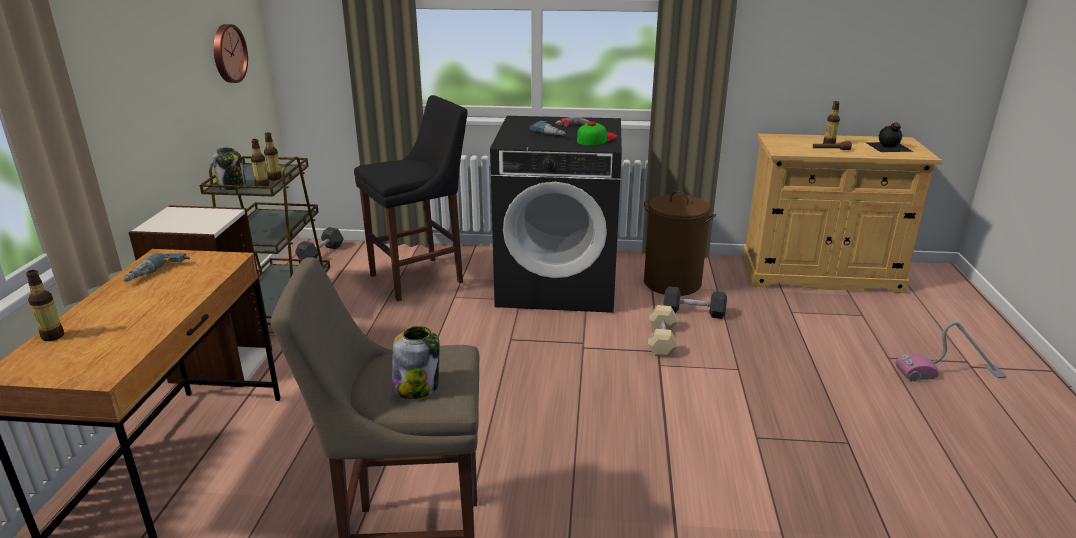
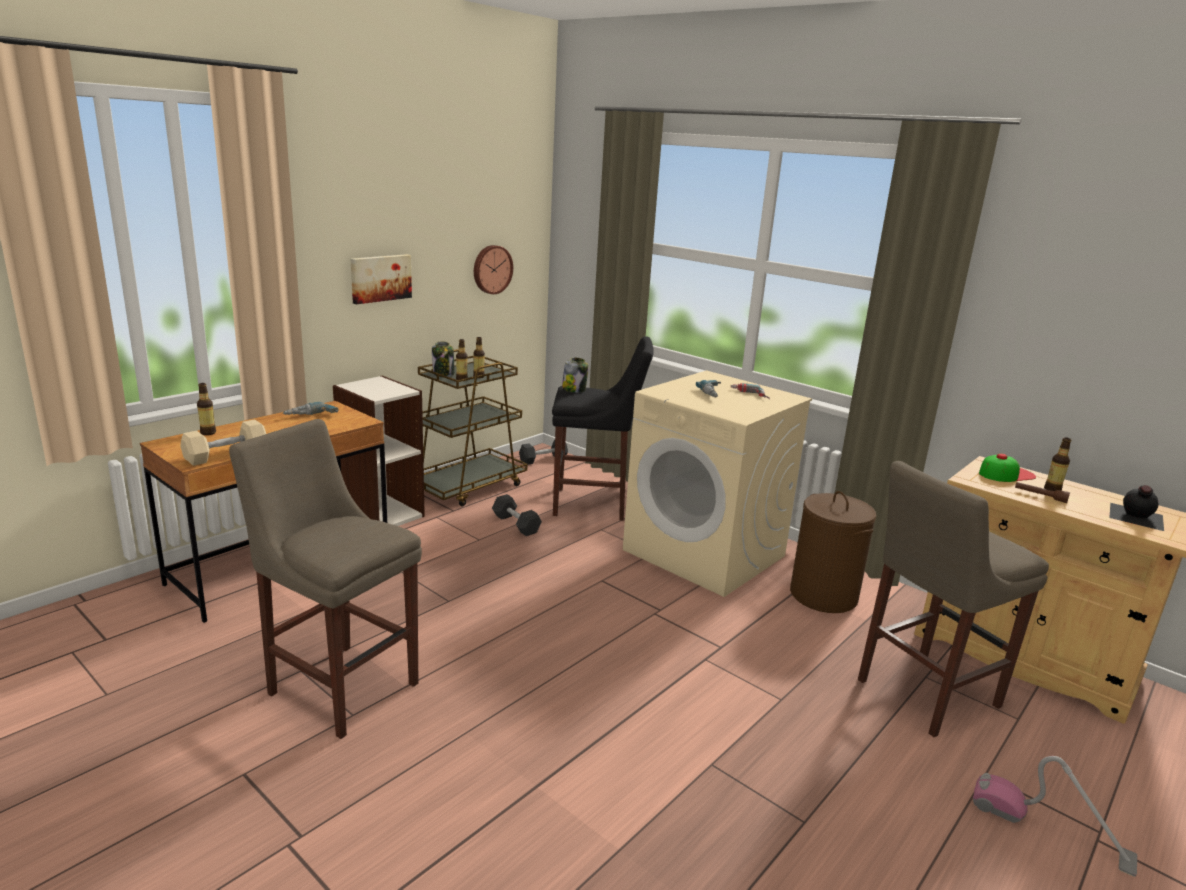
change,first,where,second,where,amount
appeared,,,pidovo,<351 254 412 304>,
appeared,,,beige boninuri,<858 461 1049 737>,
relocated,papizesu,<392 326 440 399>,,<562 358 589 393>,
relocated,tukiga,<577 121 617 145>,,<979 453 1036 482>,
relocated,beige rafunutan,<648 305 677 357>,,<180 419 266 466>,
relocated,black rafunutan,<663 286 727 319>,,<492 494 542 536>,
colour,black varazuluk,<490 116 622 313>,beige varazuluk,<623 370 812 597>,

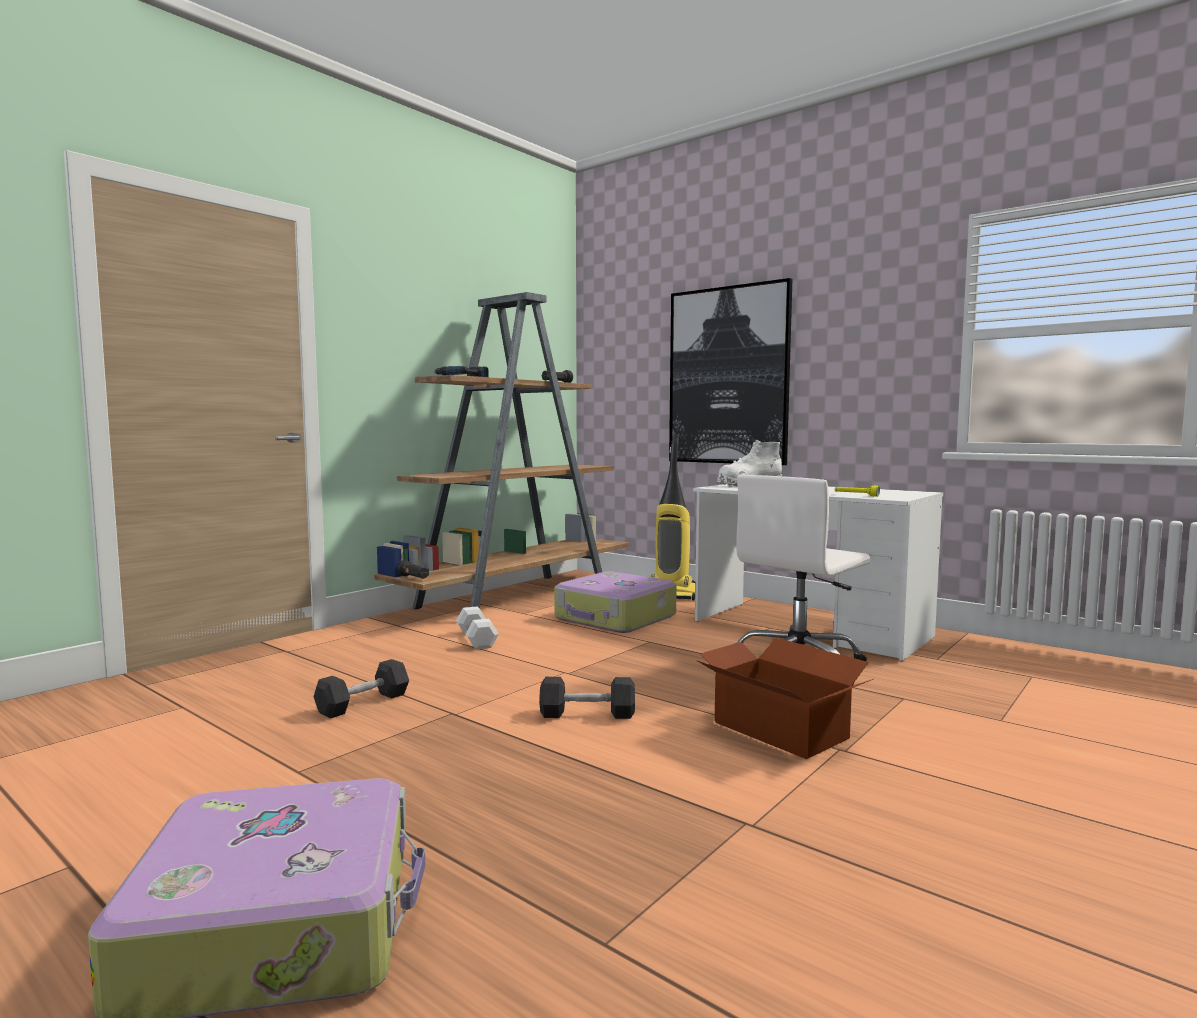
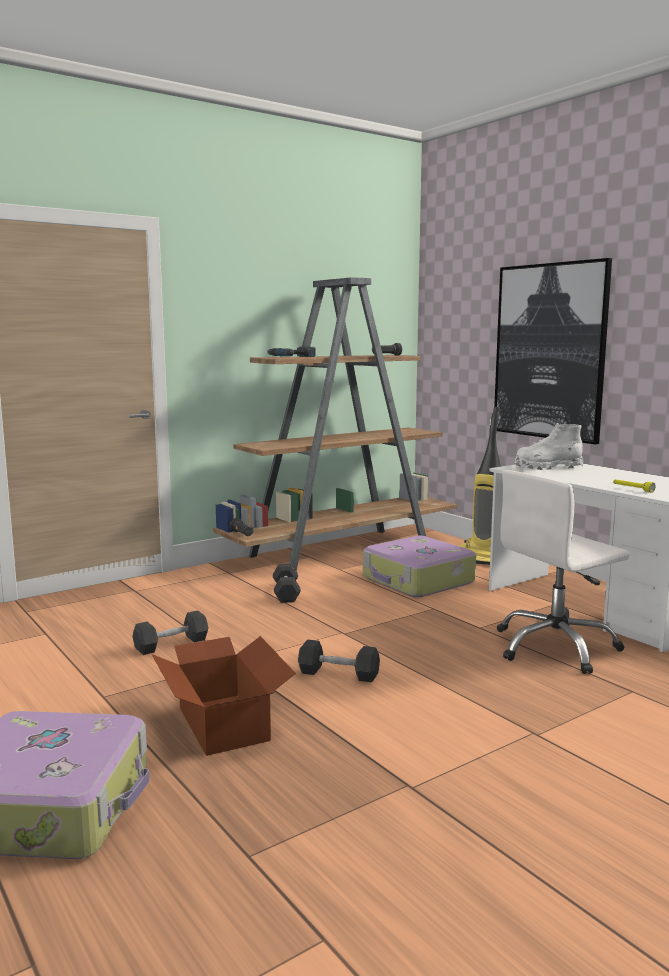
change,first,where,second,where,amount
relocated,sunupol,<698 638 874 759>,,<152 636 296 756>,
colour,white rafunutan,<456 606 499 649>,black rafunutan,<273 563 301 603>,

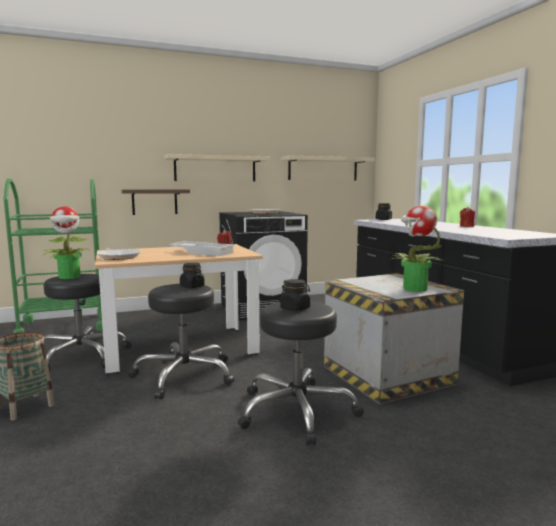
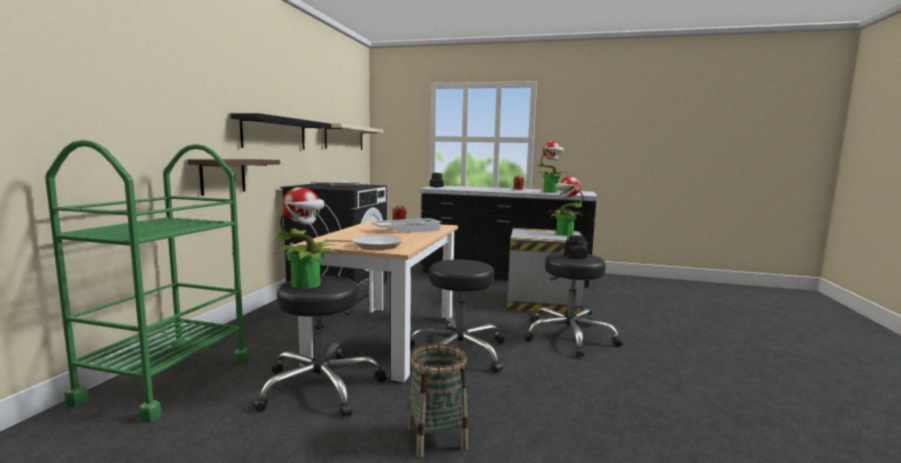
change,first,where,second,where,amount
missing,black papizesu,<180 263 205 288>,,,
appeared,,,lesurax,<537 141 568 193>,
colour,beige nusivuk,<164 154 270 181>,black nusivuk,<231 113 331 150>,

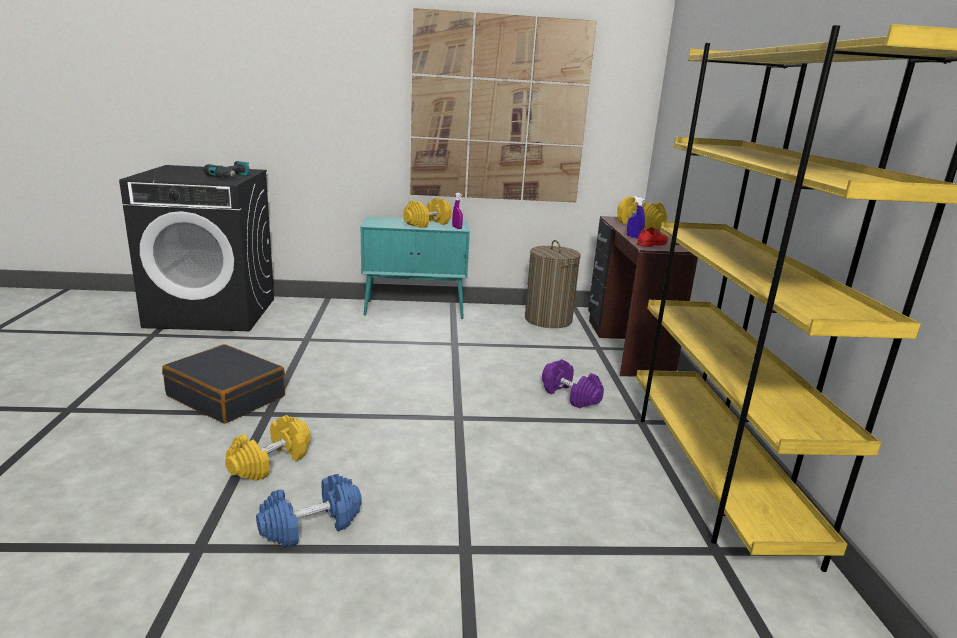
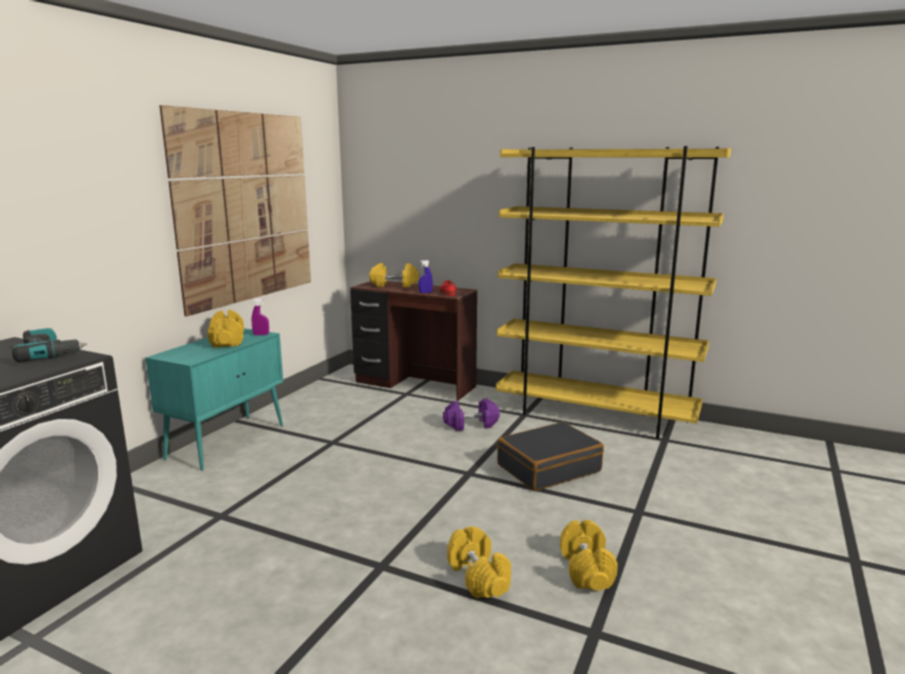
change,first,where,second,where,amount
missing,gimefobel,<525 240 581 328>,,,
relocated,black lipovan,<162 344 285 424>,,<497 422 604 491>,
colour,blue rafunutan,<256 474 362 547>,yellow rafunutan,<560 520 618 591>,

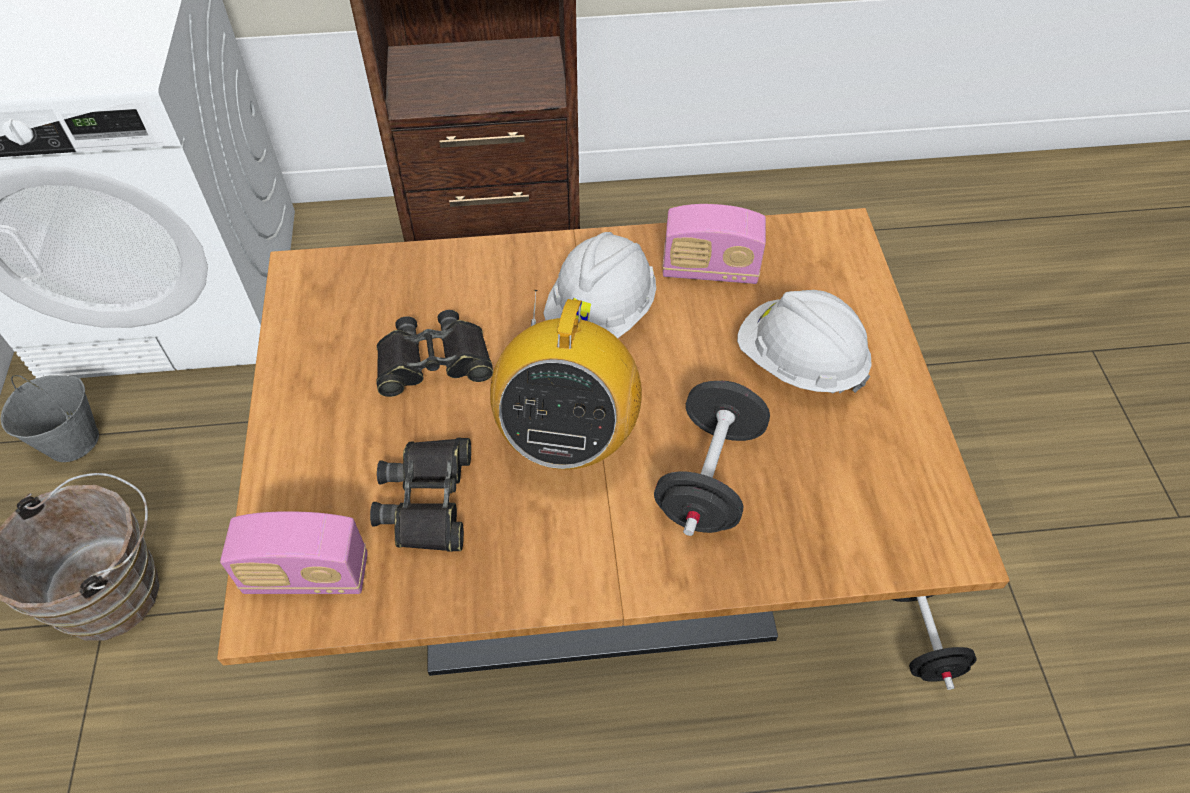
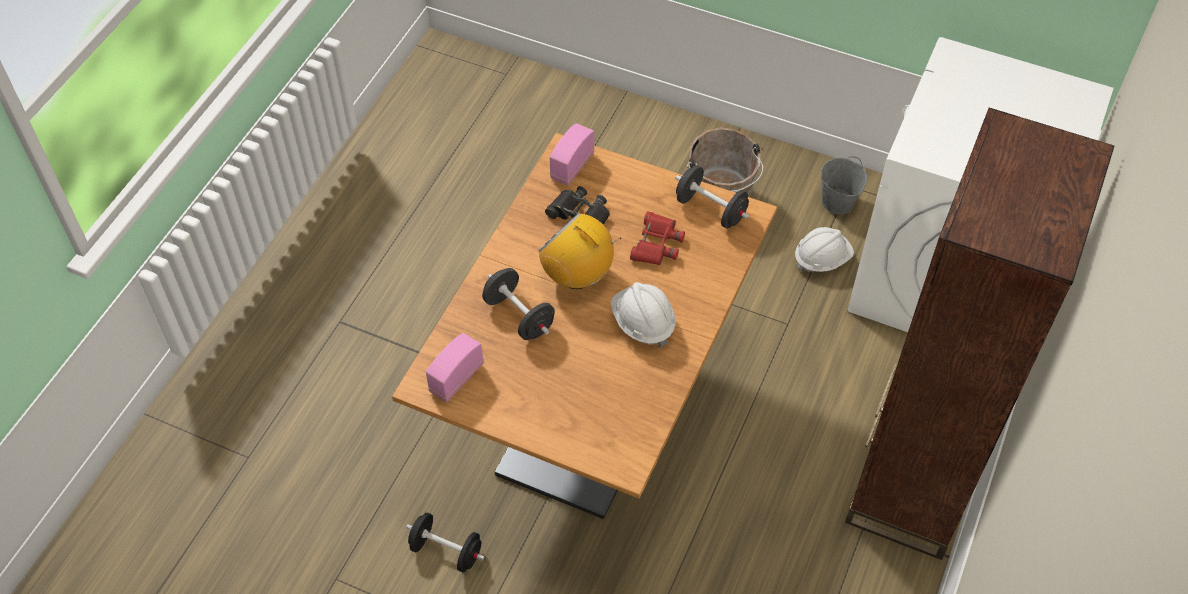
change,first,where,second,where,amount
appeared,,,black rafunutan,<675 165 750 229>,
relocated,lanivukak,<662 204 766 284>,,<426 333 483 402>,
relocated,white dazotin,<737 290 872 393>,,<795 227 854 272>,
colour,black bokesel,<376 310 493 397>,red bokesel,<630 211 685 265>,

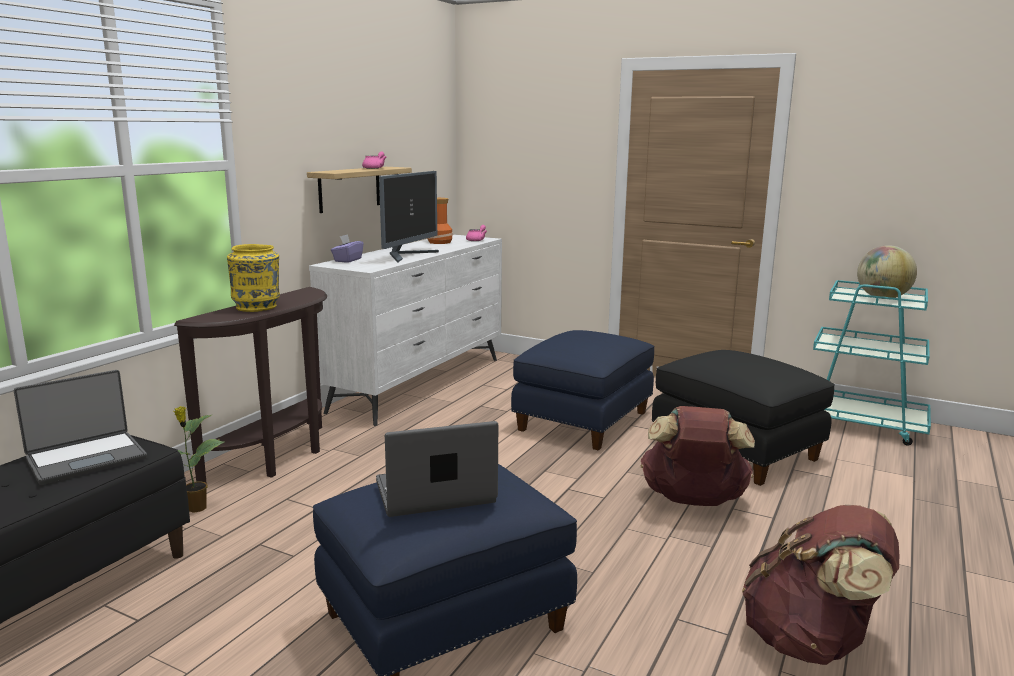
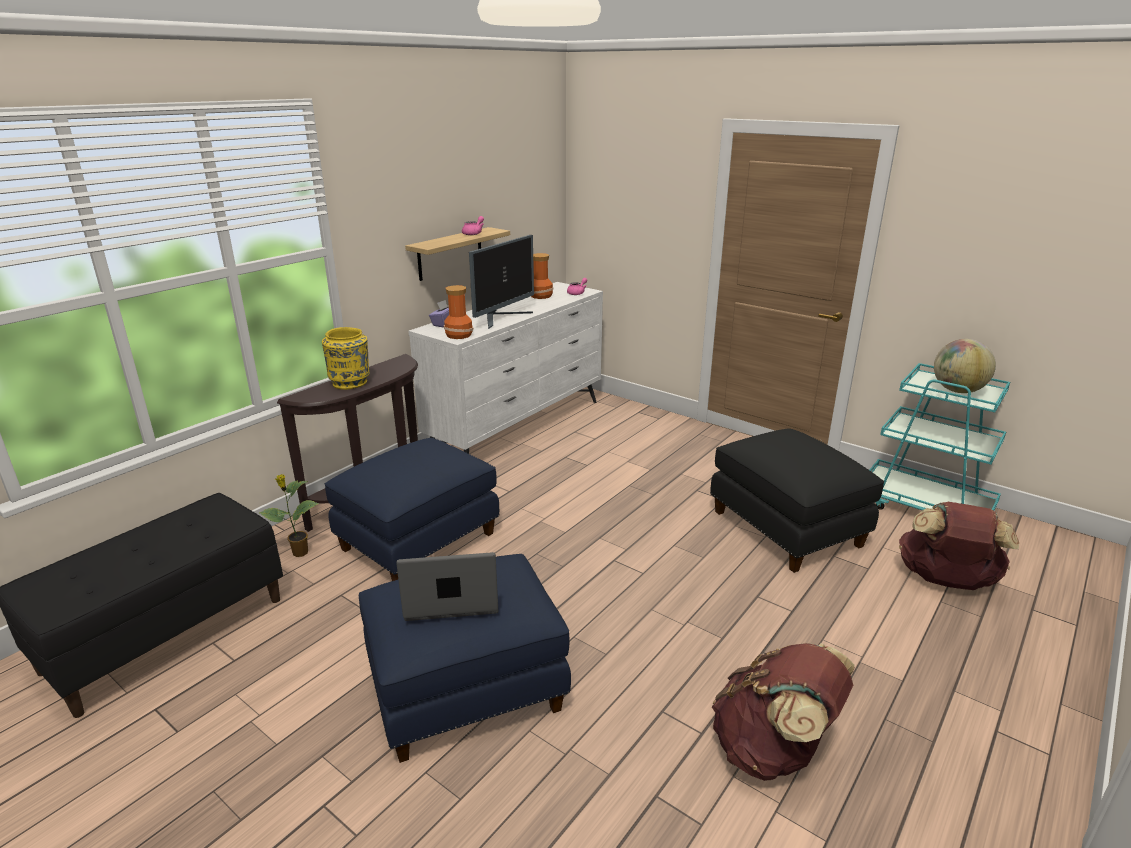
change,first,where,second,where,amount
missing,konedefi,<14 370 147 485>,,,
appeared,,,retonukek,<444 285 473 339>,
relocated,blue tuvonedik,<511 330 654 451>,,<325 438 499 581>,
relocated,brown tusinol,<641 406 755 506>,,<899 502 1019 590>,

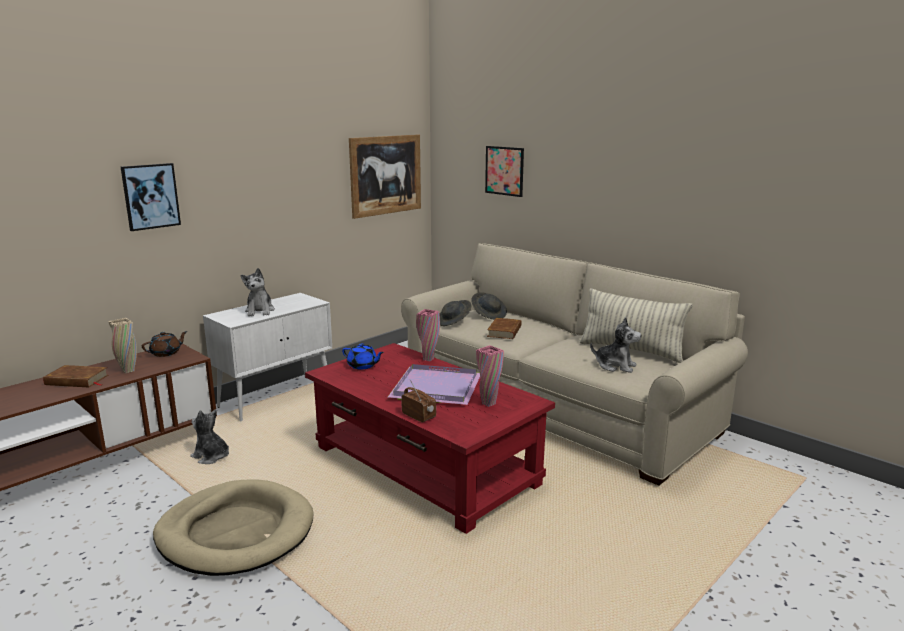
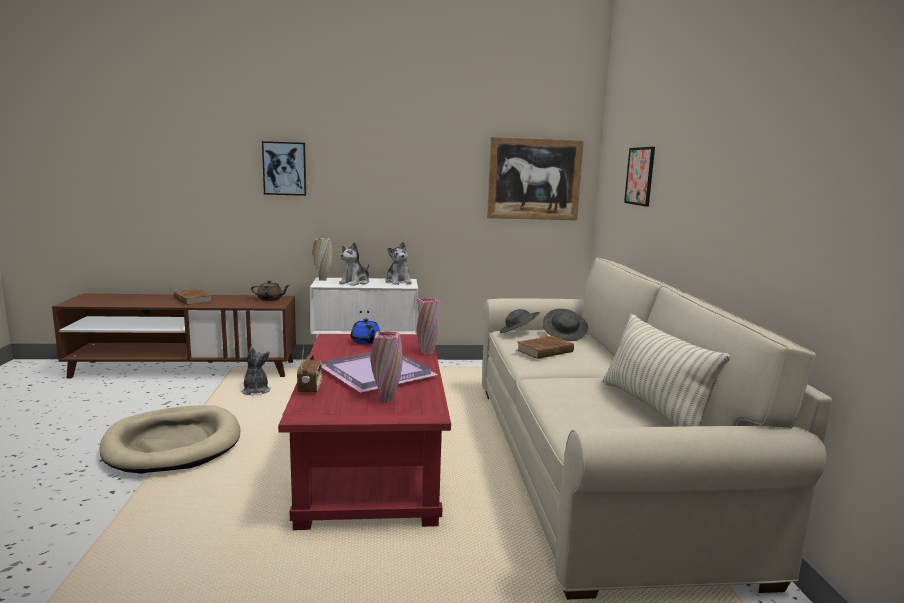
change,first,where,second,where,amount
relocated,beige retonukek,<109 318 137 374>,,<313 238 332 281>,
relocated,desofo,<590 317 641 373>,,<386 242 412 285>,

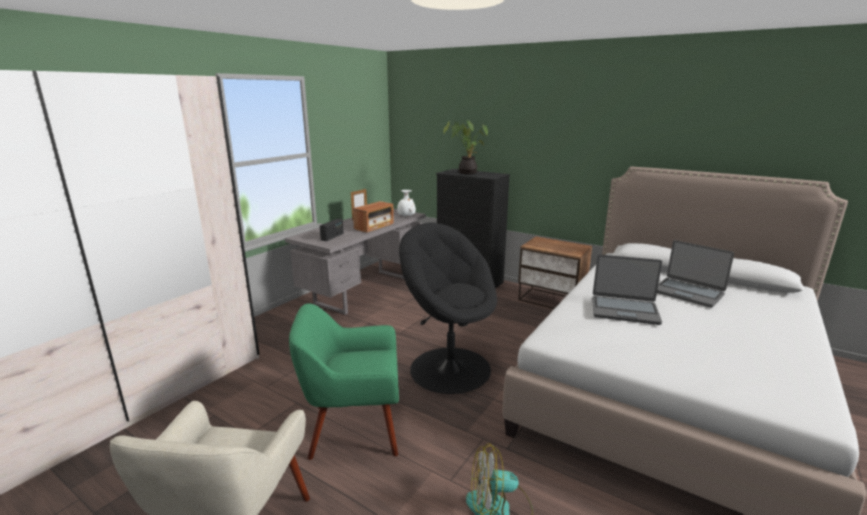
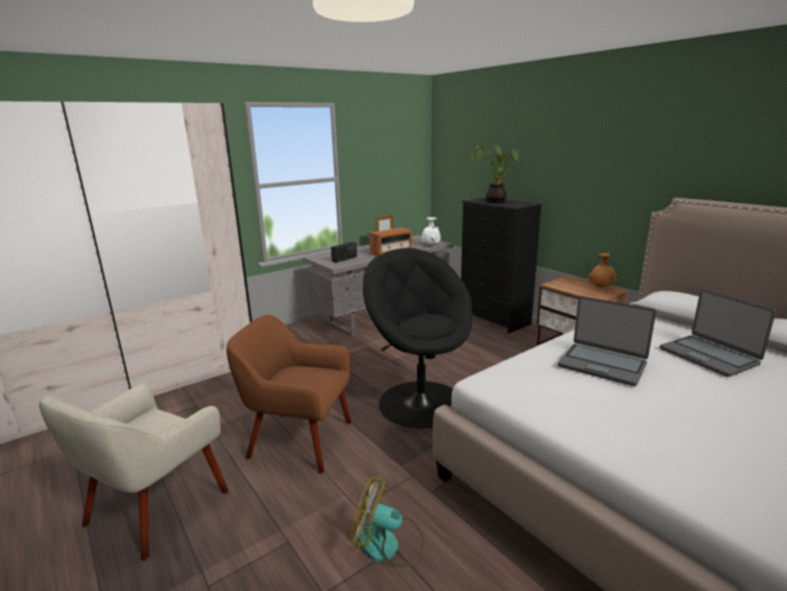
change,first,where,second,where,amount
appeared,,,brown retonukek,<588 253 618 288>,
colour,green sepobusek,<289 303 399 460>,brown sepobusek,<226 315 351 473>,

